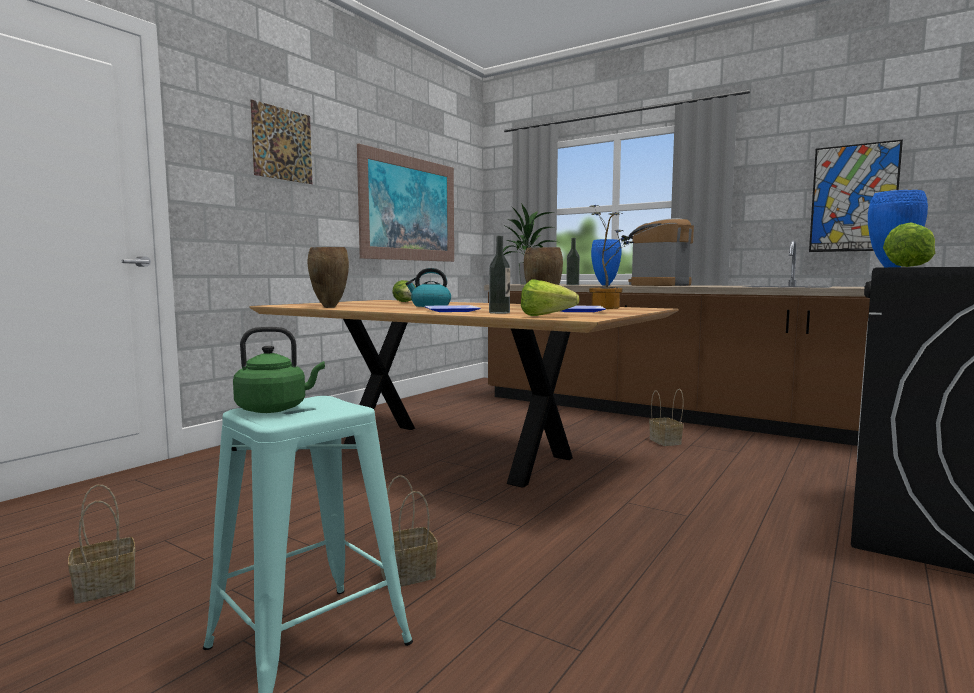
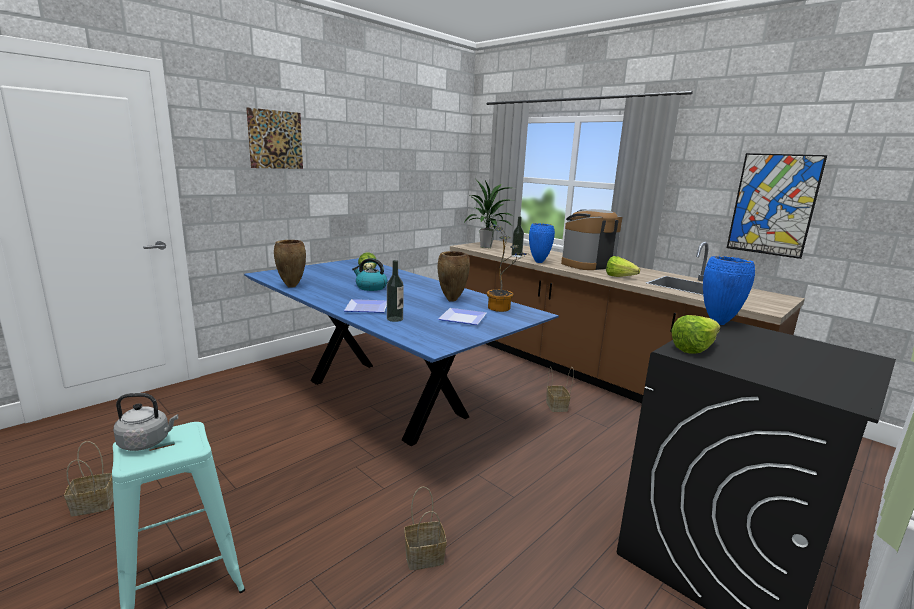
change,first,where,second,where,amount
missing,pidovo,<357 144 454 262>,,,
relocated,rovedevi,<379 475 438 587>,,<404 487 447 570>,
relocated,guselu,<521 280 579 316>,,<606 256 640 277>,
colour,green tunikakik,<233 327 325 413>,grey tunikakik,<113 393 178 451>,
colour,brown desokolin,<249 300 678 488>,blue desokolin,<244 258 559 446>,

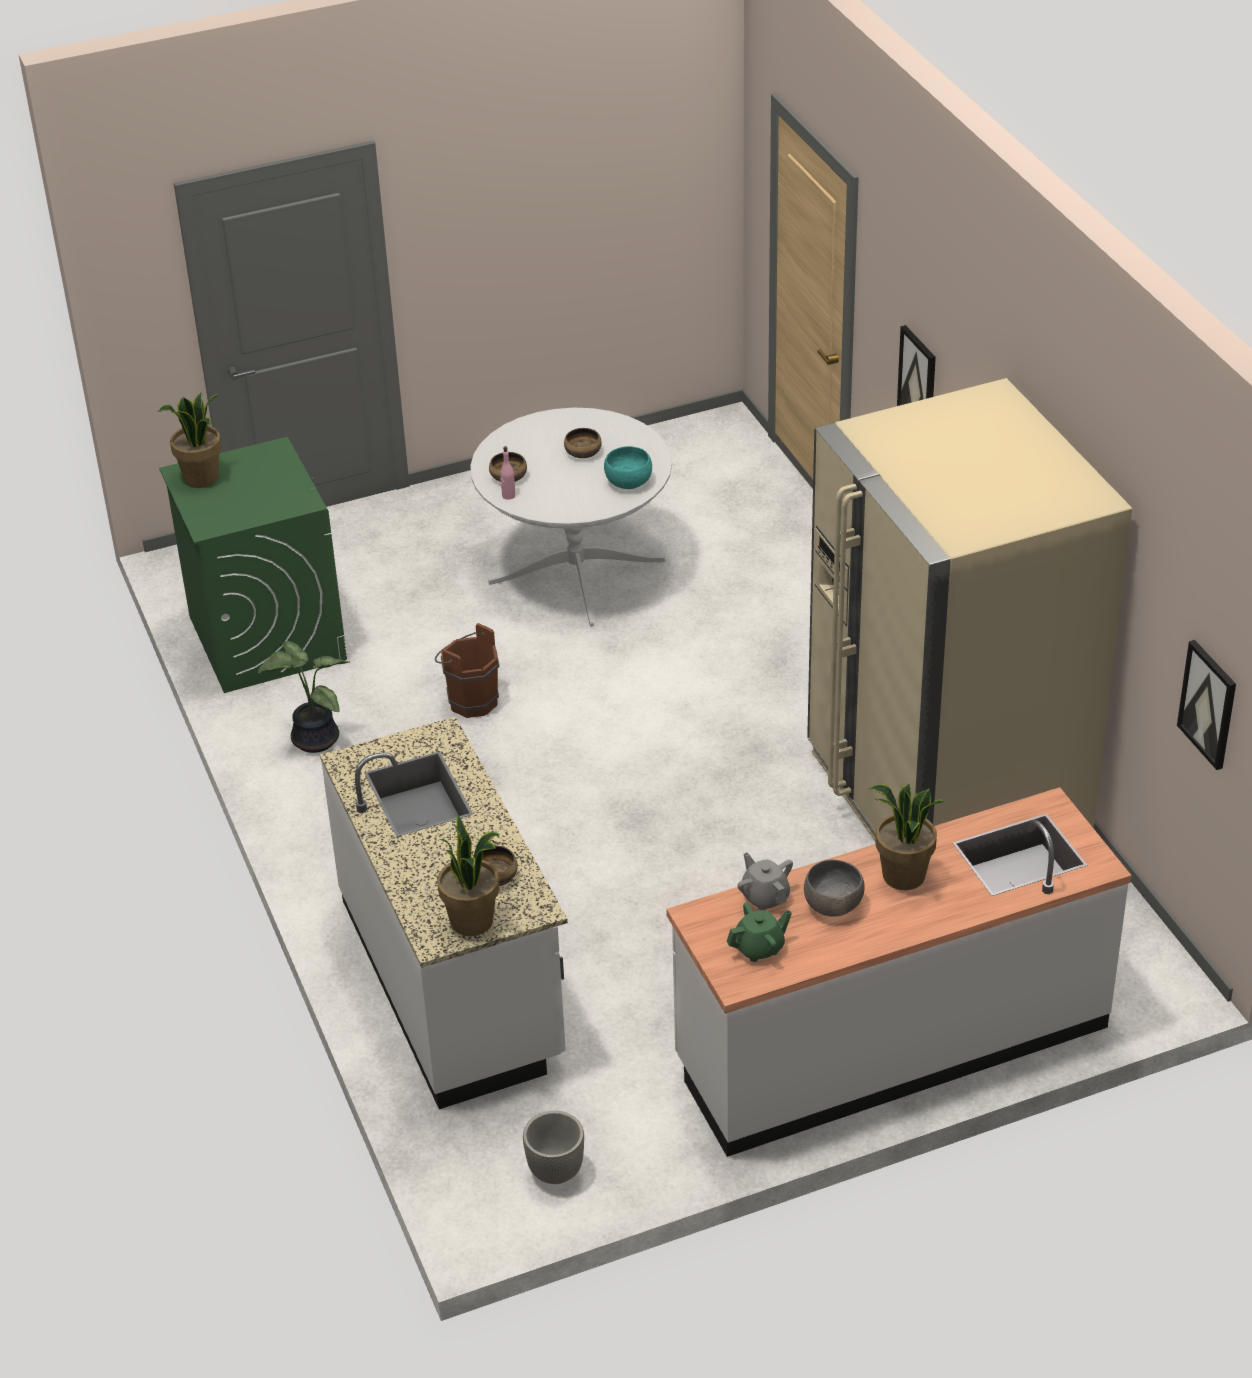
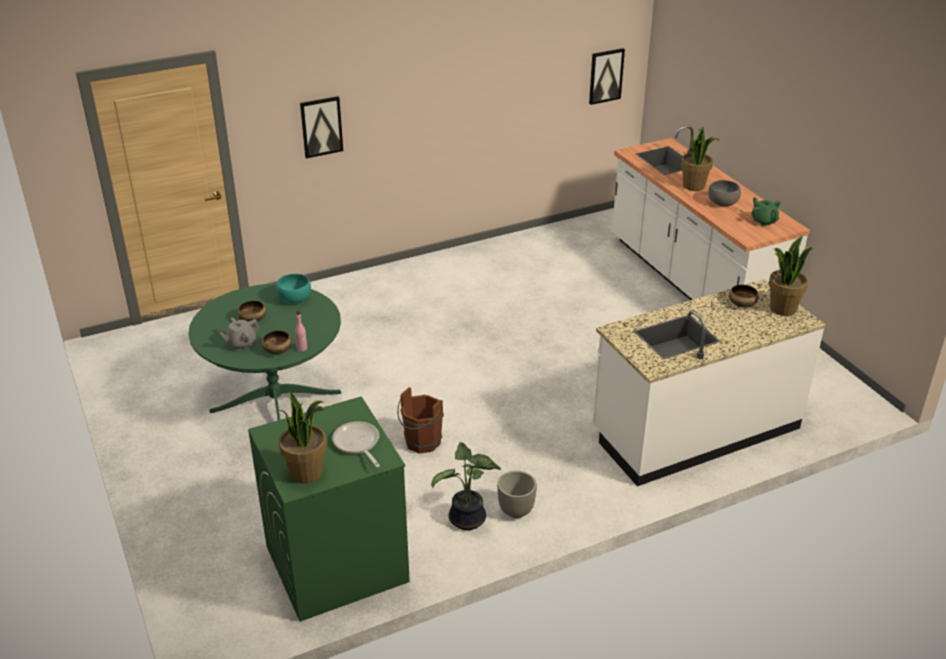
change,first,where,second,where,amount
missing,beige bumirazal,<807 378 1132 842>,,,
appeared,,,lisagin,<332 421 380 467>,
relocated,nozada,<523 1111 584 1184>,,<497 471 537 518>,
relocated,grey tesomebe,<738 852 793 910>,,<219 318 260 350>,
colour,white desokolin,<470 408 672 627>,green desokolin,<188 284 341 420>,

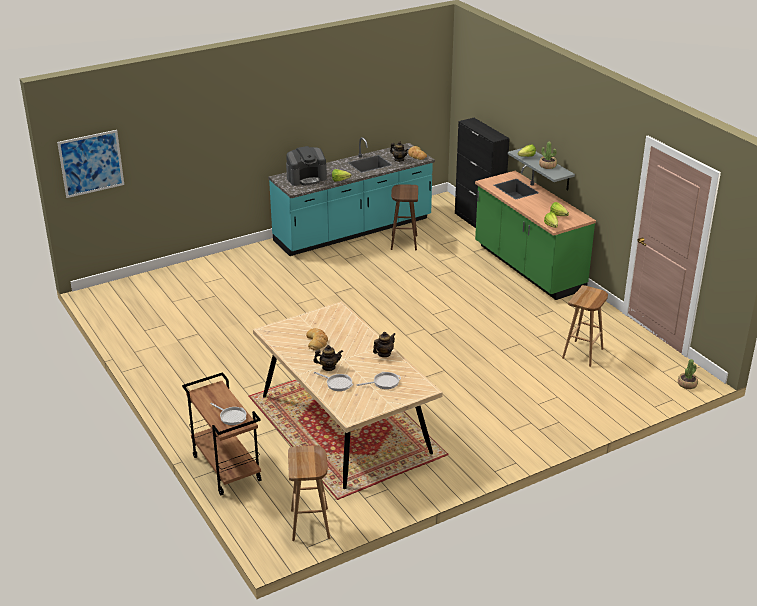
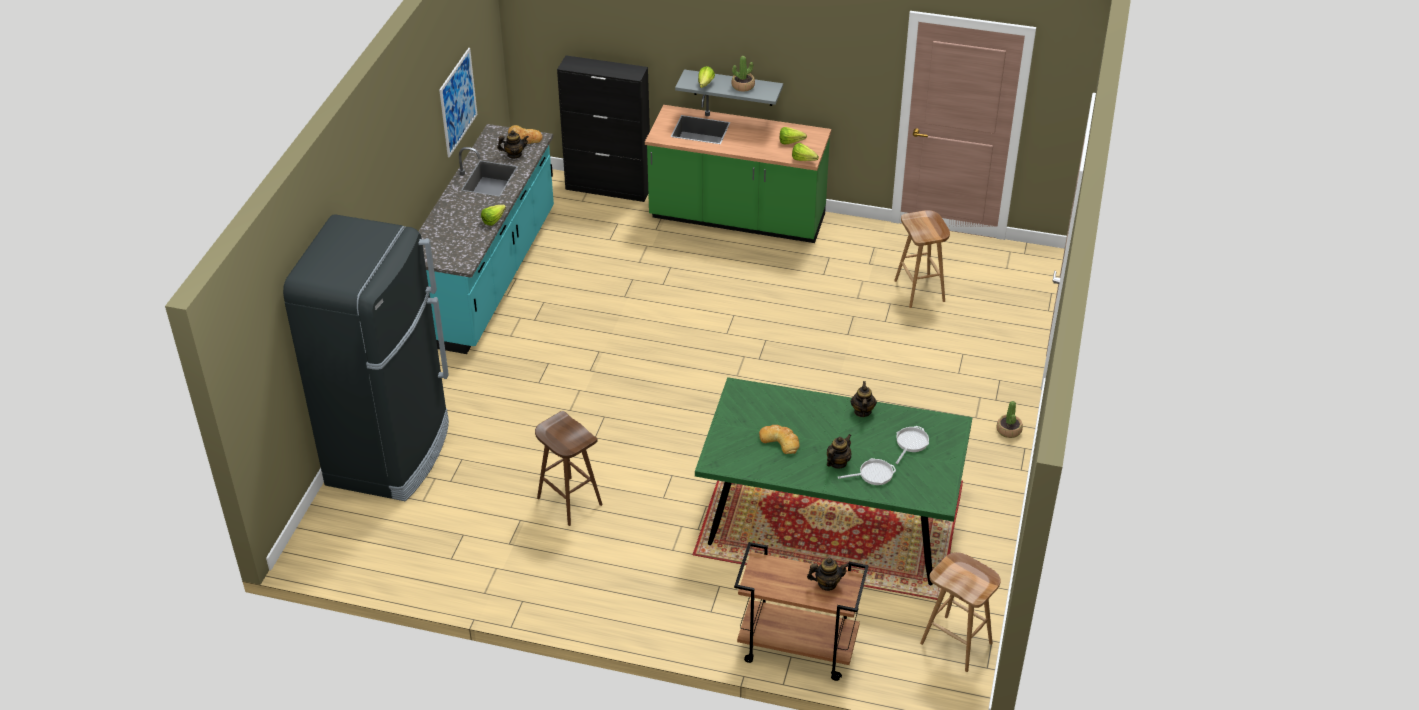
change,first,where,second,where,amount
missing,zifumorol,<286 146 327 186>,,,
appeared,,,black bumirazal,<283 214 449 501>,
relocated,pidovo,<57 130 124 198>,,<439 48 477 158>,
relocated,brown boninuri,<391 184 418 250>,,<535 411 602 526>,
relocated,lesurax,<678 359 698 389>,,<996 401 1023 438>,
exchanged,lisagin,<210 403 246 425>,tesomebe,<807 558 849 591>,
colour,beige desokolin,<253 301 443 489>,green desokolin,<695 377 973 585>,

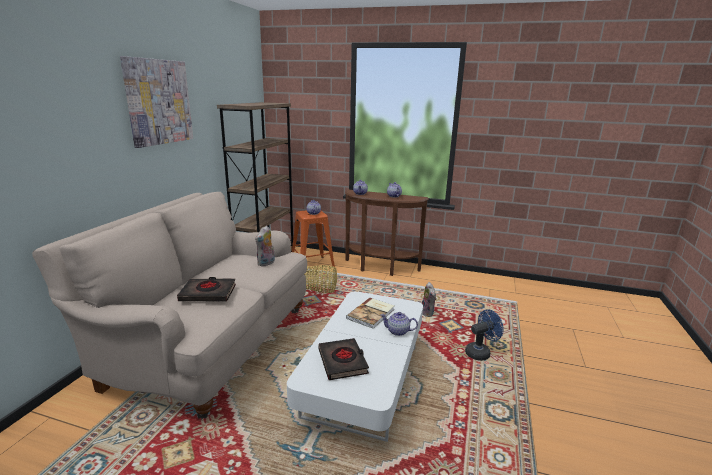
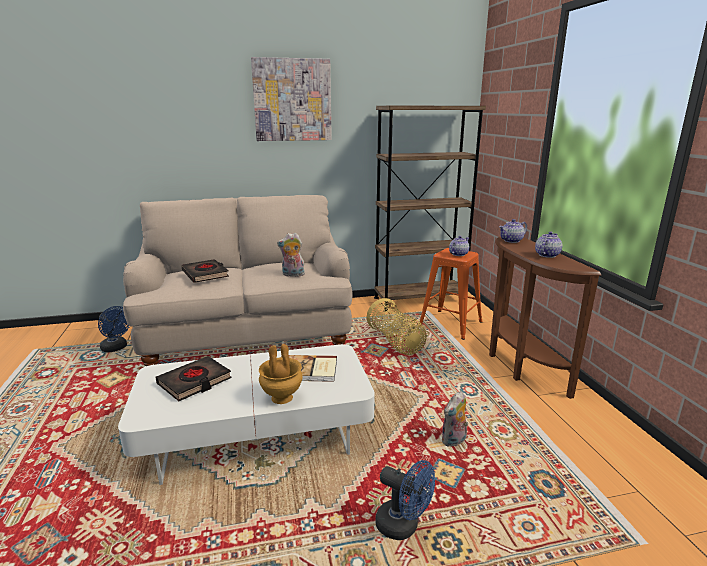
change,first,where,second,where,amount
appeared,,,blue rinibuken,<98 306 130 352>,
exchanged,tesomebe,<381 312 418 336>,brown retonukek,<259 344 303 404>,

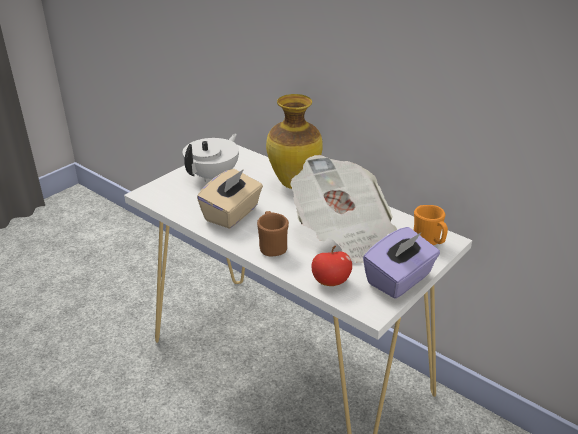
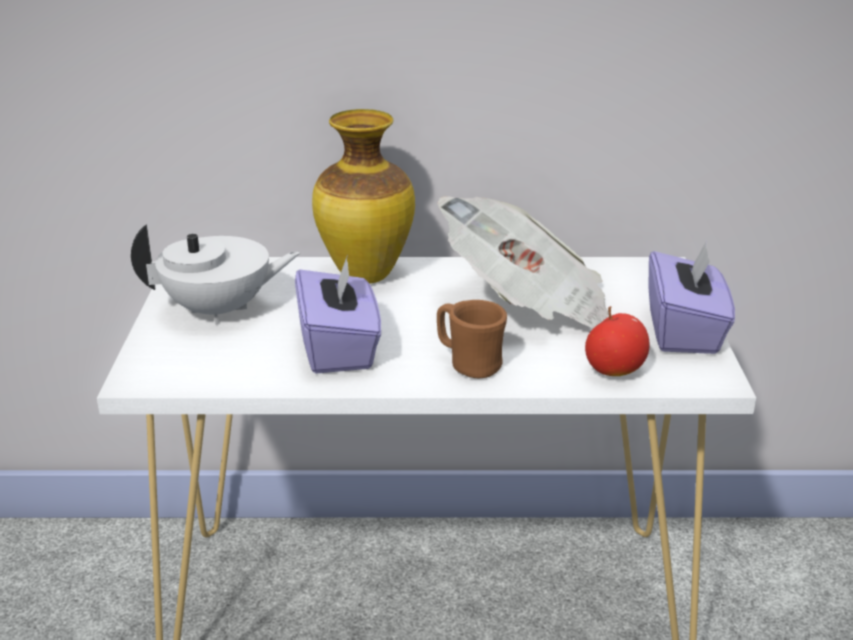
change,first,where,second,where,amount
missing,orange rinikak,<414 205 448 245>,,,
colour,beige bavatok,<197 169 263 229>,purple bavatok,<295 254 381 374>,
spun,white tesomebe,<183 134 239 182>,,<131 224 301 325>,90 degrees clockwise

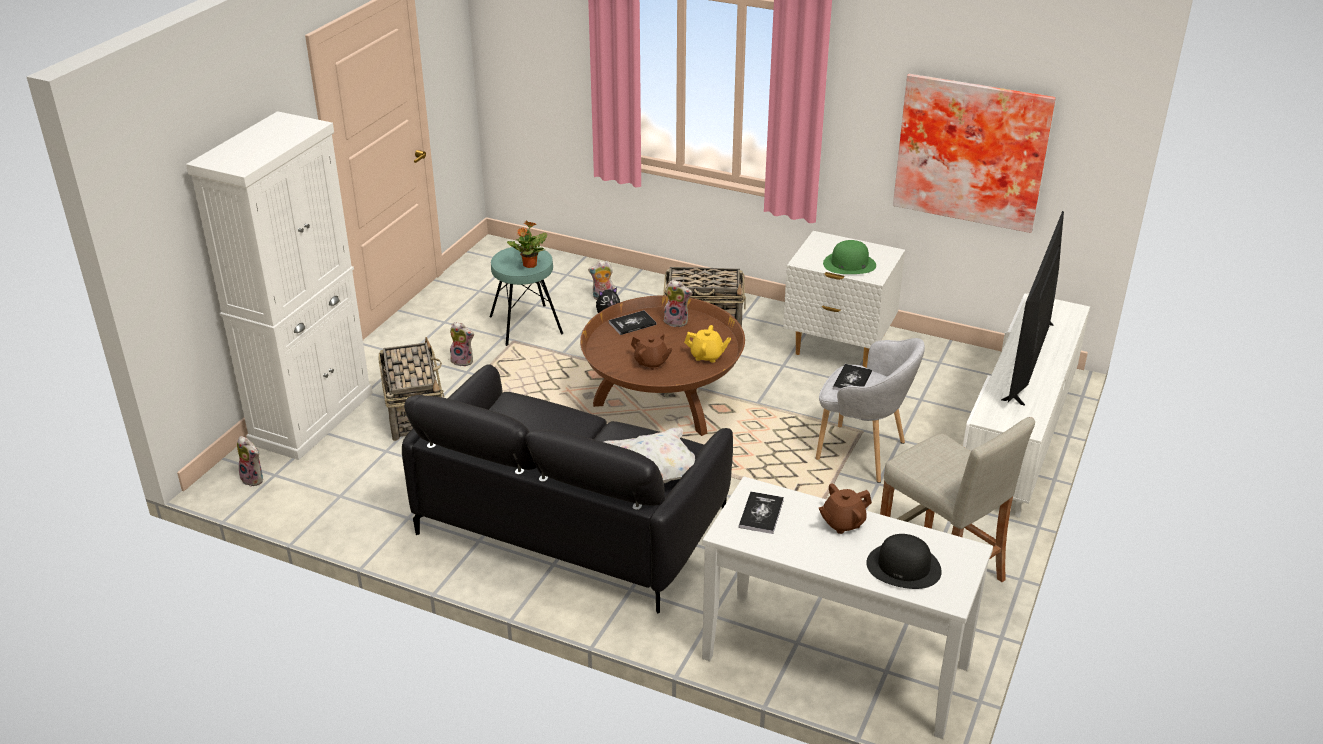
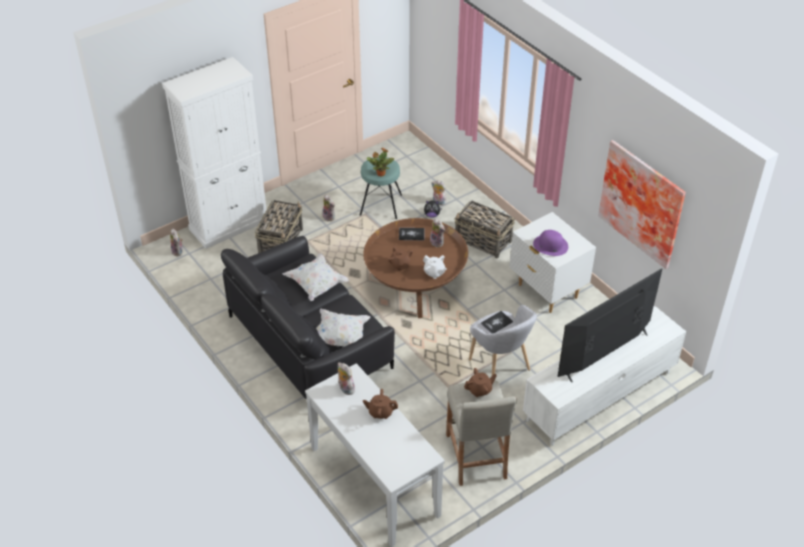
change,first,where,second,where,amount
missing,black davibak,<866 534 942 589>,,,
appeared,,,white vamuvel,<283 253 349 301>,
appeared,,,brown tesomebe,<464 368 497 397>,
exchanged,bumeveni,<739 492 784 534>,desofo,<338 362 355 395>,
colour,yellow tesomebe,<684 325 731 363>,white tesomebe,<423 255 447 279>,
colour,green davibak,<823 240 876 274>,purple davibak,<533 230 568 256>,

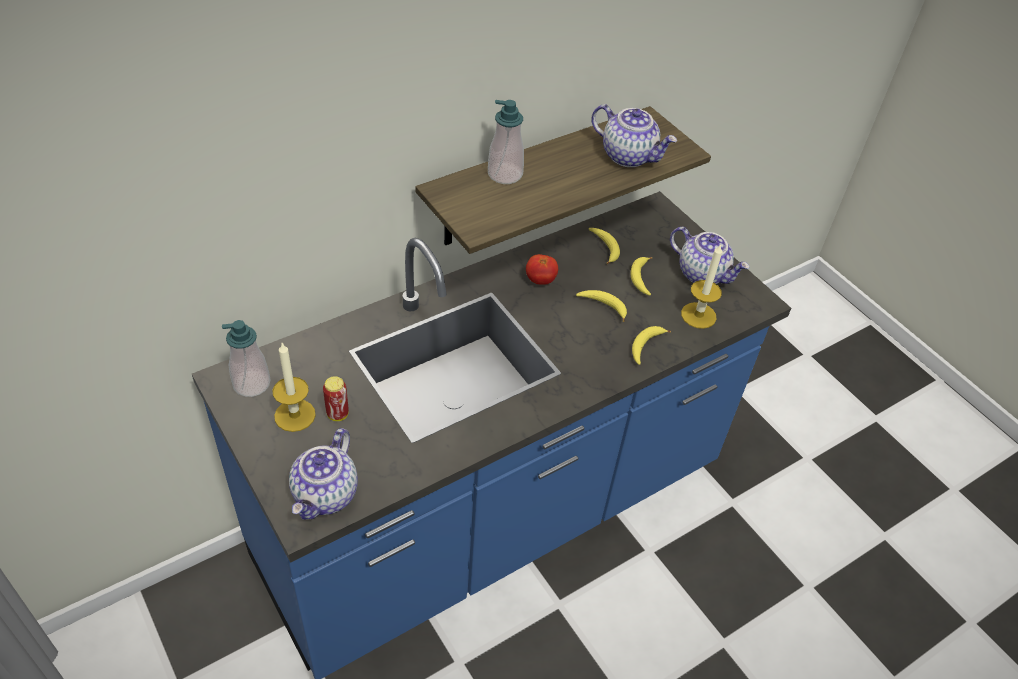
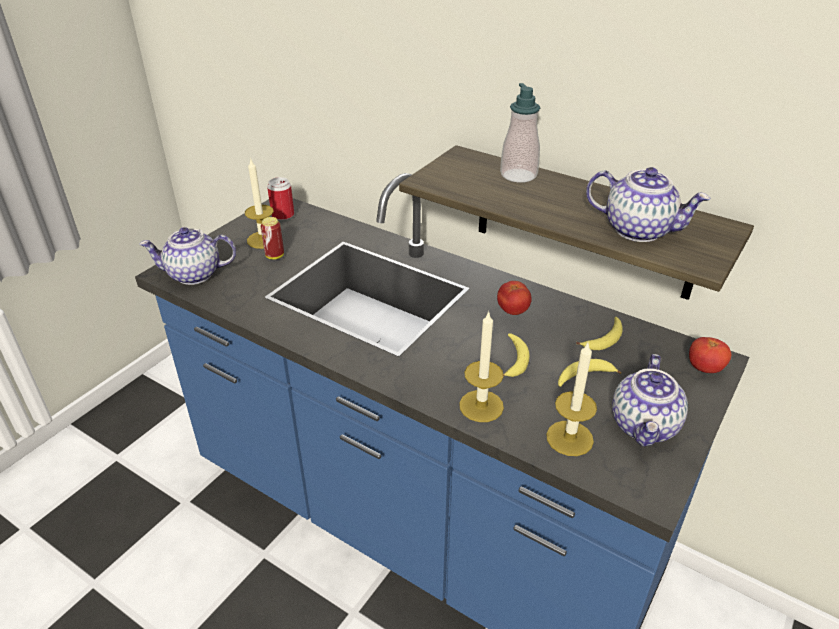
change,first,where,second,where,amount
appeared,,,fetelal,<689 337 731 373>,
exchanged,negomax,<222 320 271 397>,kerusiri,<267 177 294 220>,
exchanged,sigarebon,<632 326 671 365>,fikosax,<459 311 504 422>,
spun,tesomebe,<591 104 677 167>,,<586 167 710 242>,75 degrees counterclockwise

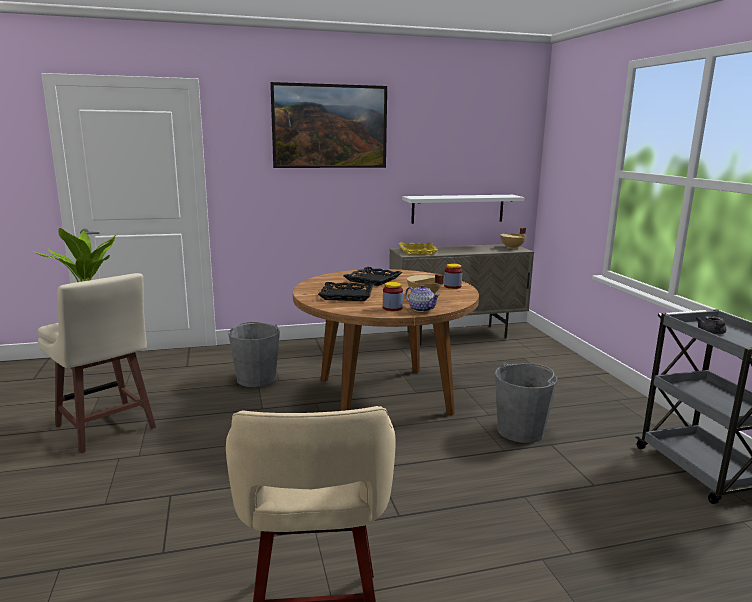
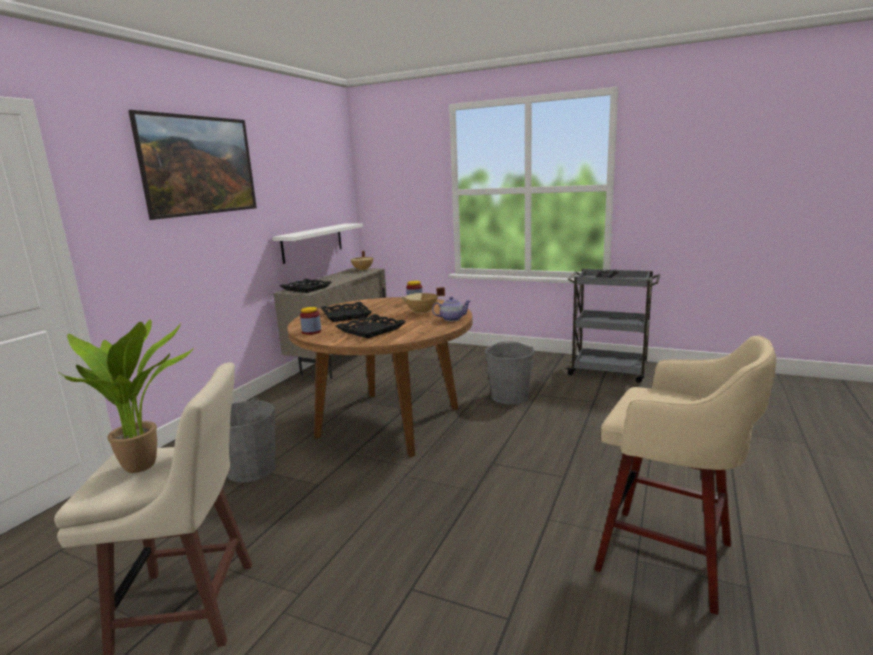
change,first,where,second,where,amount
relocated,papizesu,<383 282 403 311>,,<300 307 321 335>,
colour,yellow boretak,<399 243 438 255>,black boretak,<280 279 332 293>,

